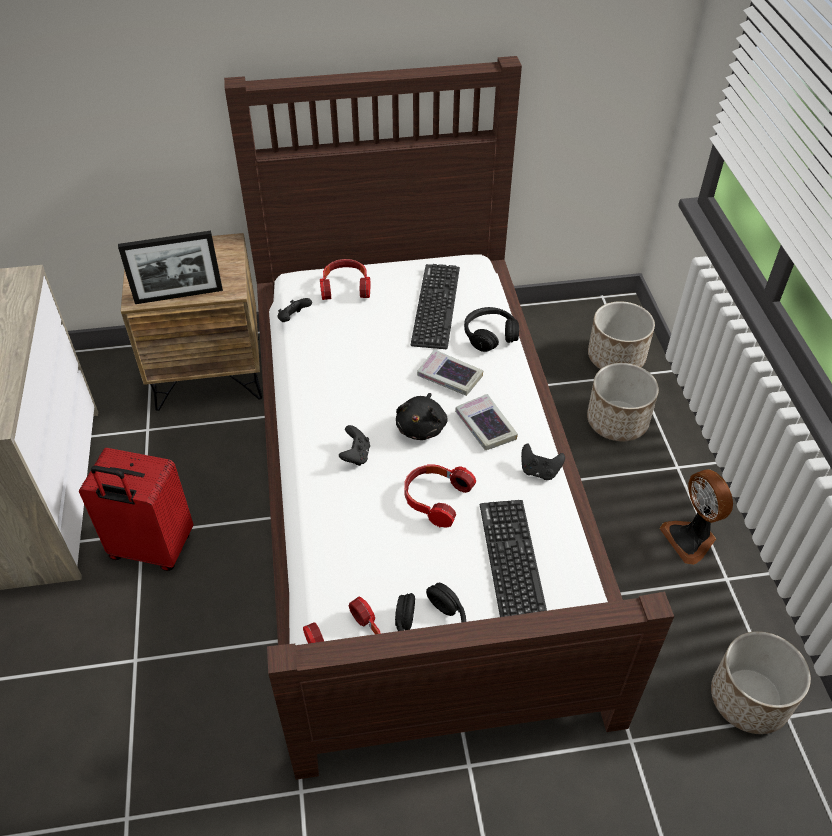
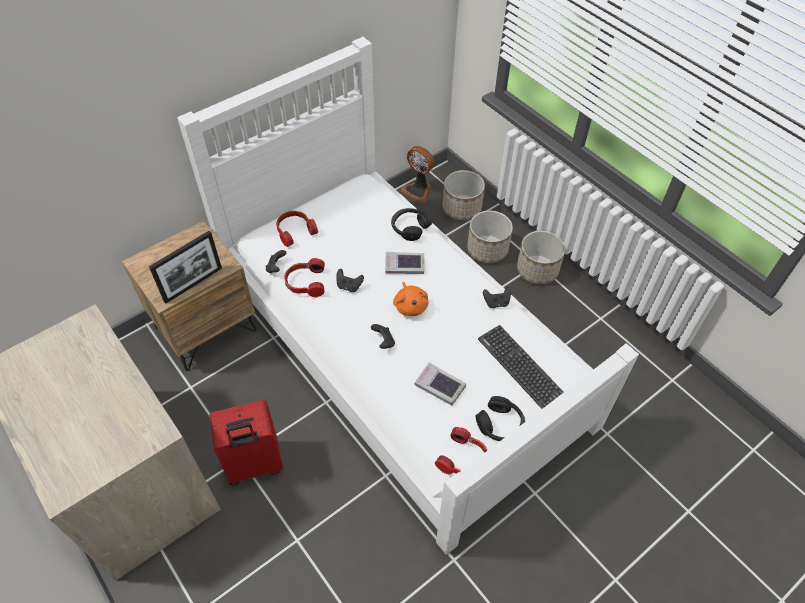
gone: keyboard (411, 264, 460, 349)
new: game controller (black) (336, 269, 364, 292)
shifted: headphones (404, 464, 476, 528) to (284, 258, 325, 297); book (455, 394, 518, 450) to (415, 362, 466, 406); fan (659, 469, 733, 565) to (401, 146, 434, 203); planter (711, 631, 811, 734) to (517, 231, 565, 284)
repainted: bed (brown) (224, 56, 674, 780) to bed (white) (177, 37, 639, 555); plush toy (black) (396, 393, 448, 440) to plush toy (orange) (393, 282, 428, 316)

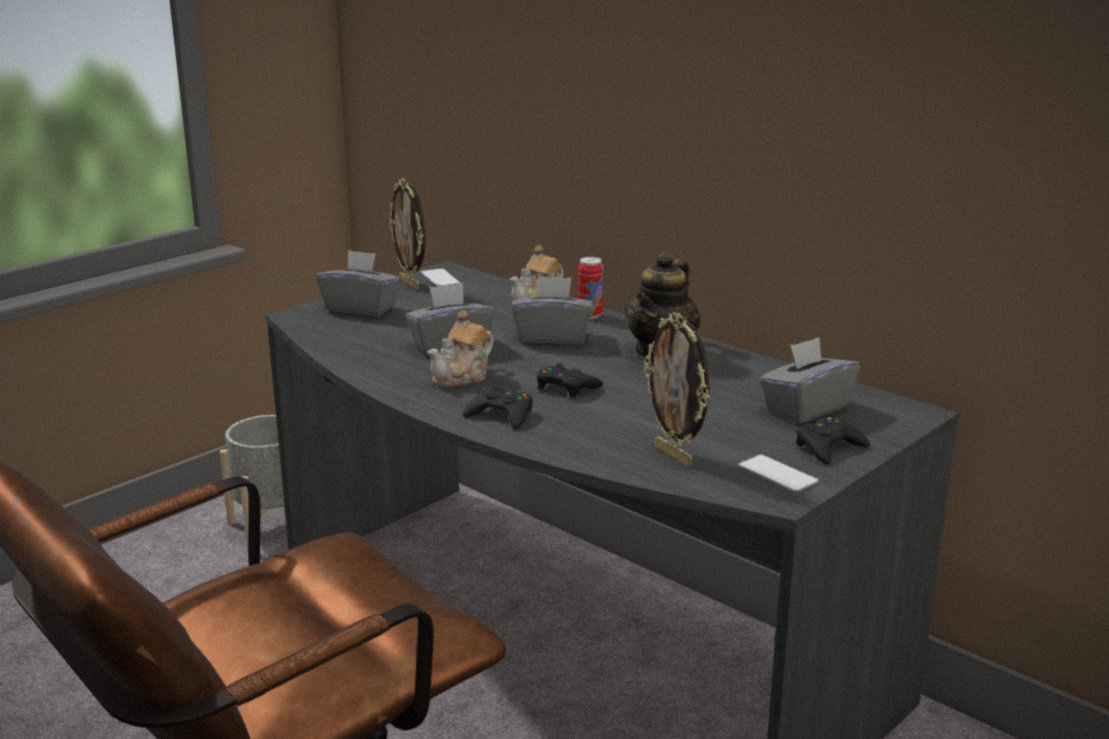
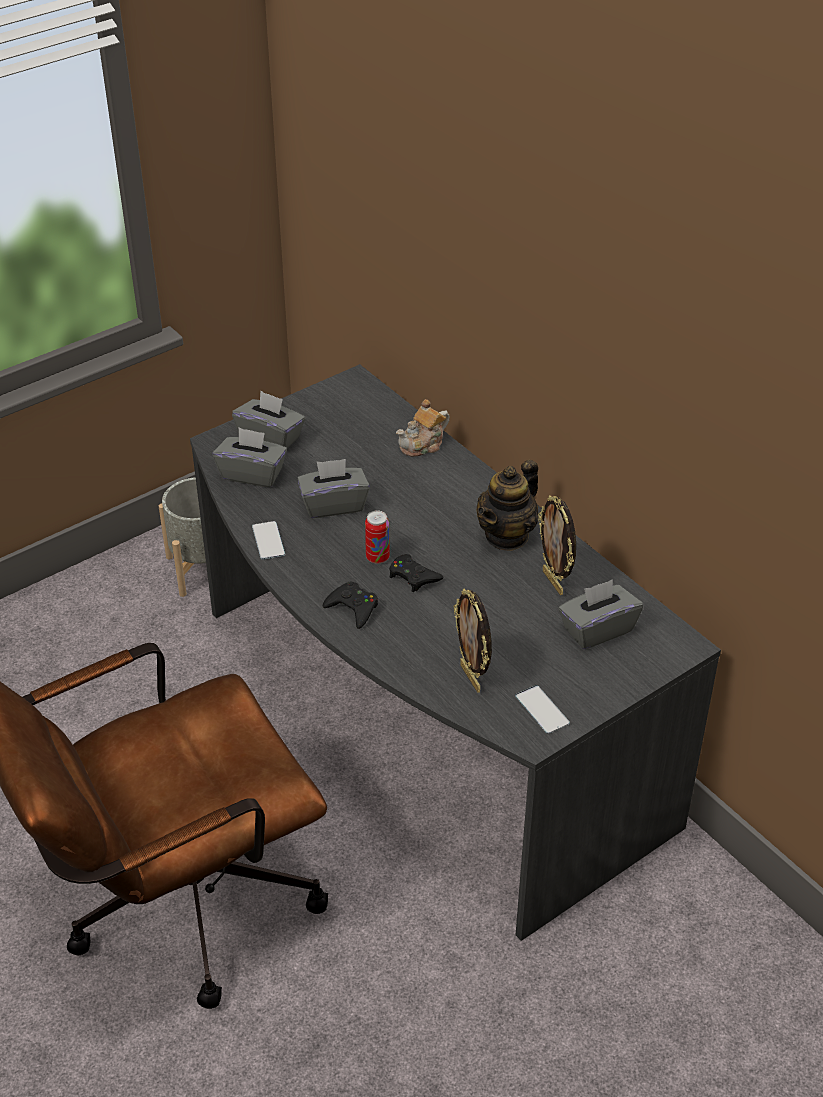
gone: teapot (427, 310, 493, 387); game controller (black) (796, 417, 870, 465)
shifted: picture frame (389, 178, 426, 290) to (538, 495, 576, 595); phone (421, 268, 460, 287) to (252, 521, 285, 560); tissue box (grey) (511, 276, 594, 344) to (213, 427, 287, 487); can (577, 257, 604, 319) to (365, 510, 390, 564)

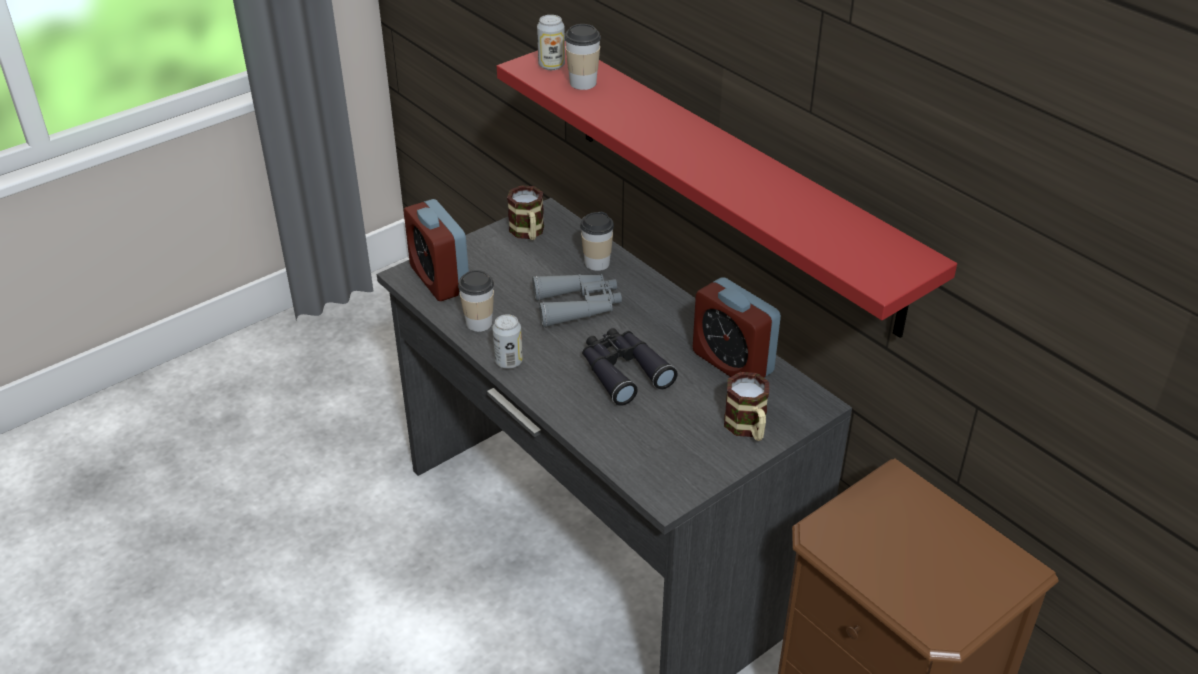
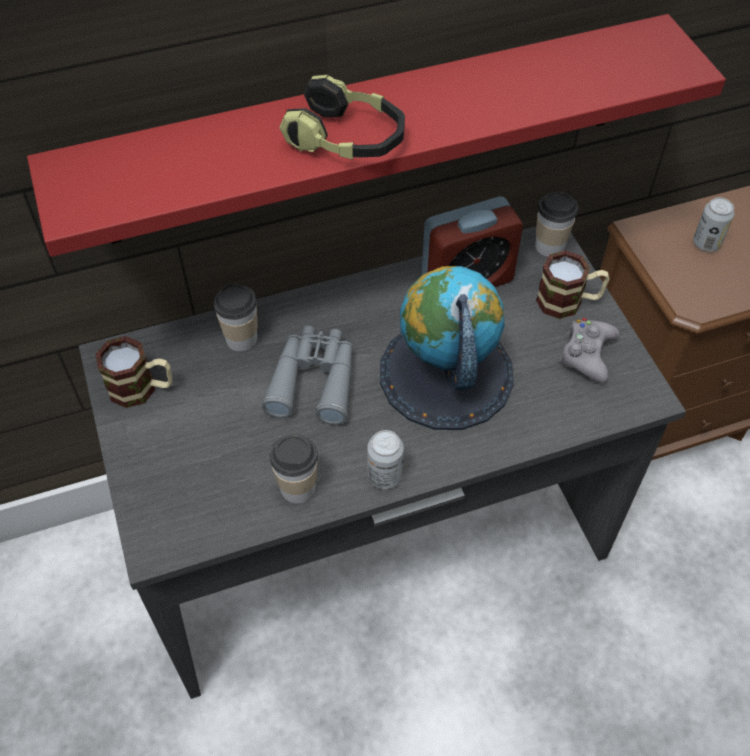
gone: alarm clock (404, 199, 469, 301)
new: headphones (279, 75, 405, 159); game controller (grey) (559, 318, 619, 383)
shifted: can (537, 15, 565, 70) to (693, 197, 734, 252); cup (564, 24, 601, 90) to (535, 192, 578, 257)
swapped: binoculars (black) (582, 328, 678, 406) to globe (380, 266, 514, 430)

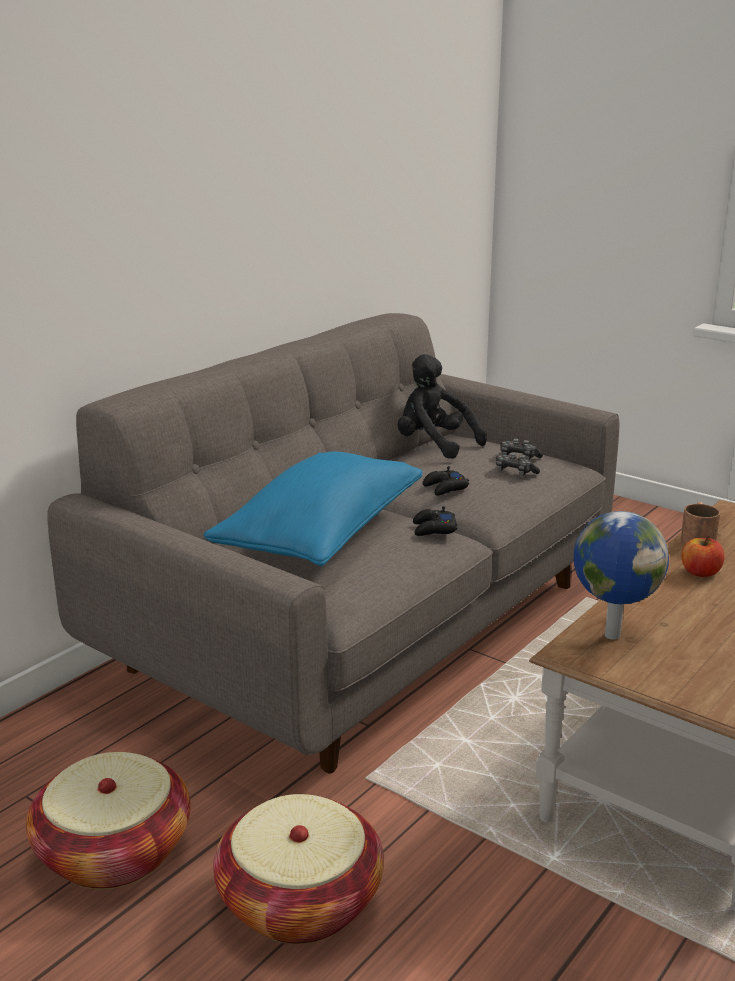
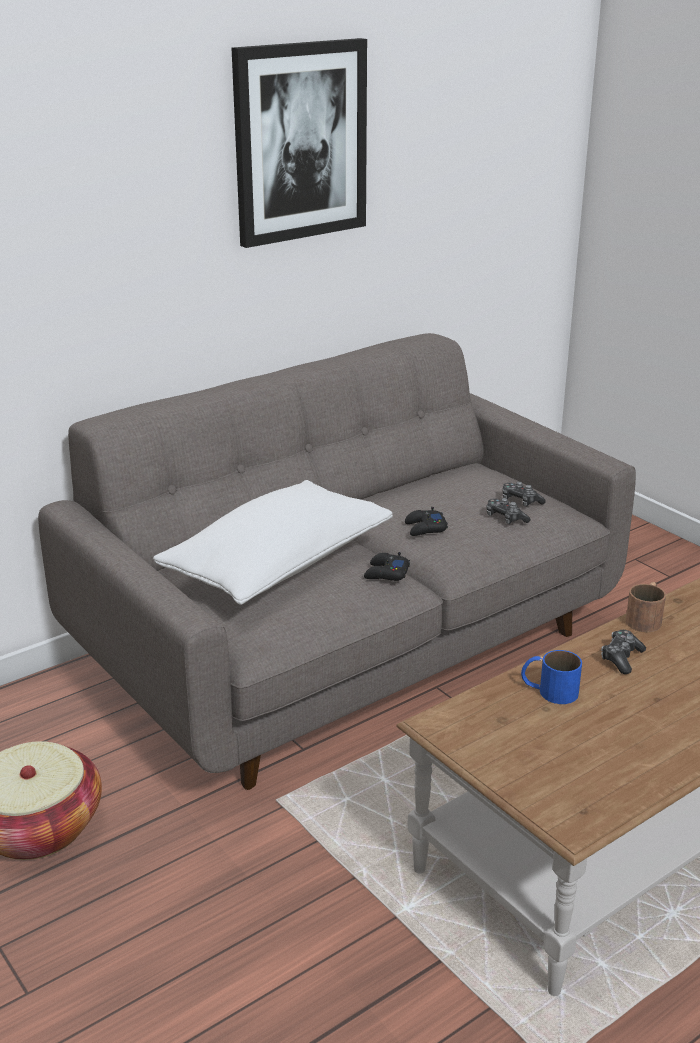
gone: basket (213, 794, 384, 944); plush toy (black) (398, 354, 487, 459); globe (574, 511, 669, 640)
new: picture (232, 38, 367, 248); mug (blue) (521, 650, 582, 704)
swapped: apple (682, 536, 724, 577) to game controller (601, 630, 646, 674)
repainted: pillow (blue) (204, 452, 423, 566) to pillow (white) (153, 480, 393, 605)

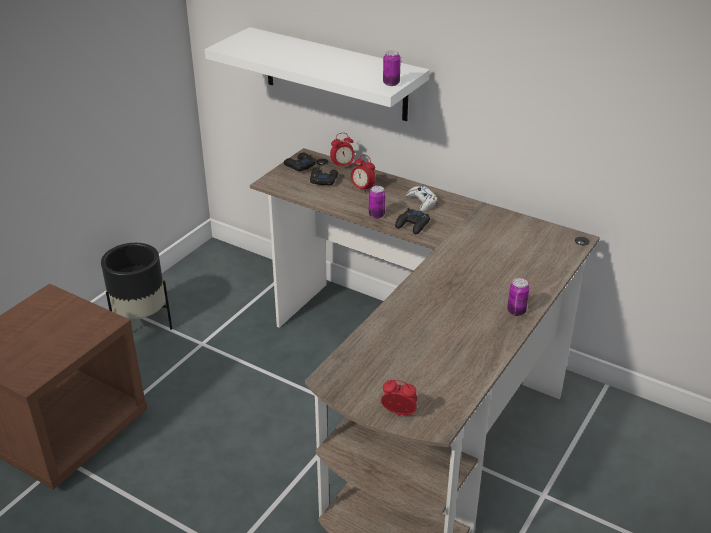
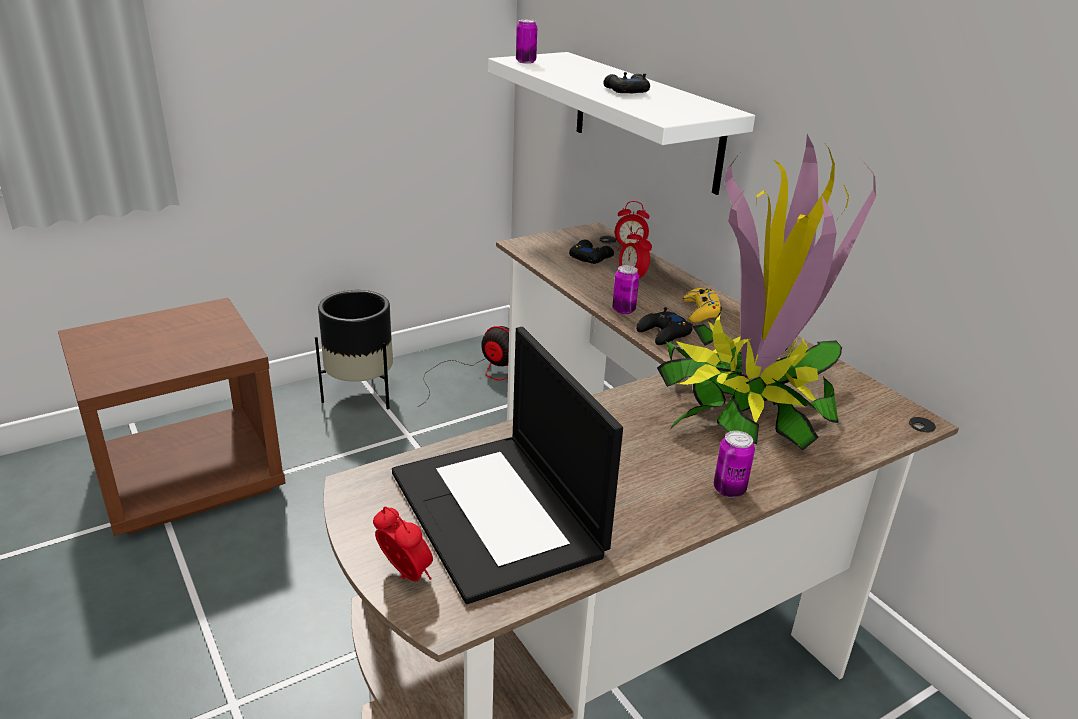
new: laptop (392, 327, 623, 604); fan (418, 326, 509, 407); potted plant (657, 134, 876, 451)
shifted: game controller (black) (284, 153, 316, 171) to (603, 72, 650, 93); can (383, 50, 401, 86) to (516, 19, 537, 64)
repainted: game controller (white) (406, 186, 438, 212) to game controller (yellow) (683, 288, 722, 323)

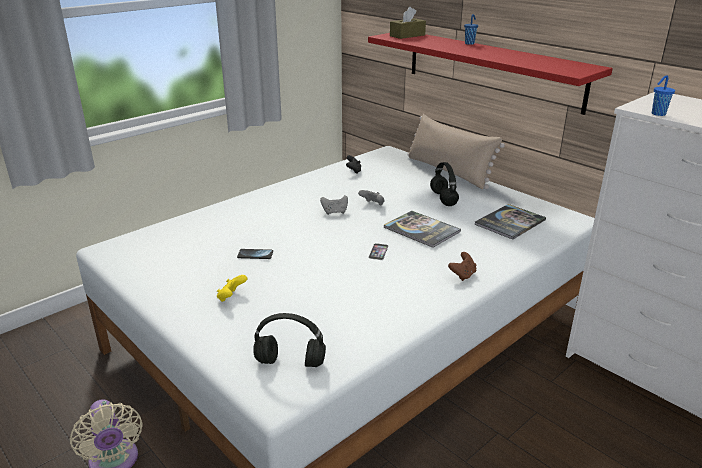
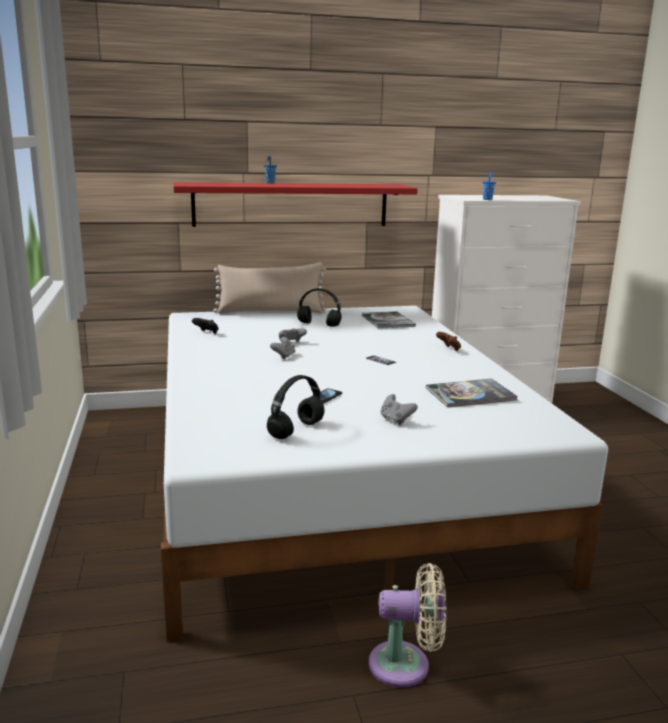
gone: tissue box (brown) (390, 7, 426, 39)
shifted: headphones (black) (253, 313, 326, 367) to (267, 375, 325, 439); book (383, 211, 461, 248) to (426, 379, 518, 407)
repainted: game controller (yellow) (217, 275, 247, 302) to game controller (grey) (381, 394, 418, 425)

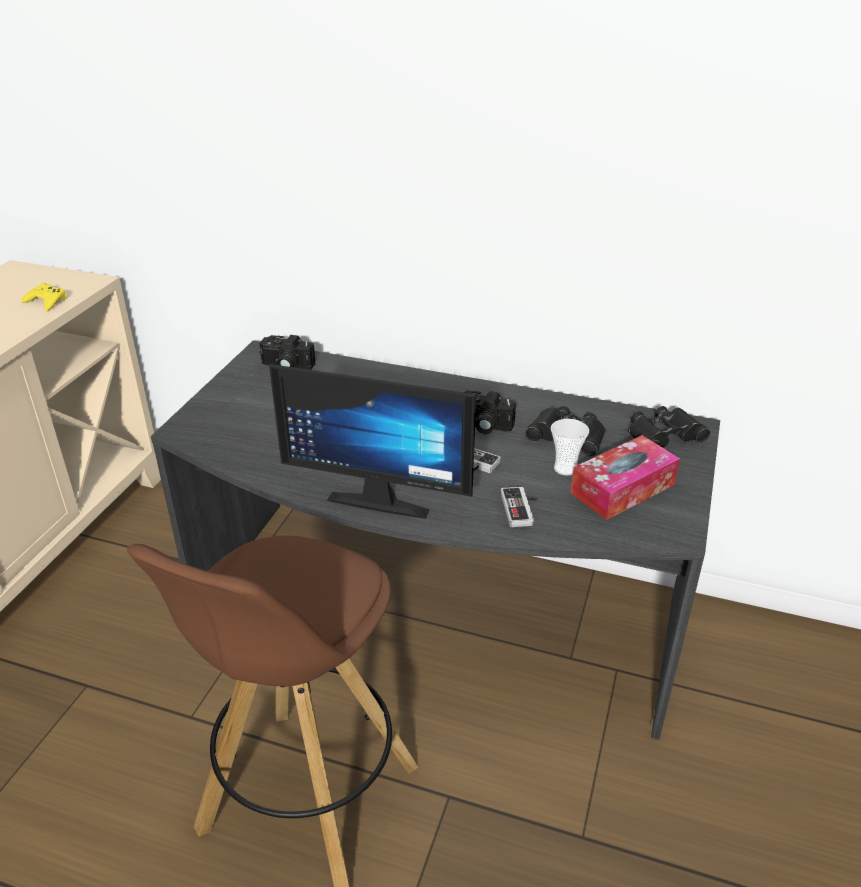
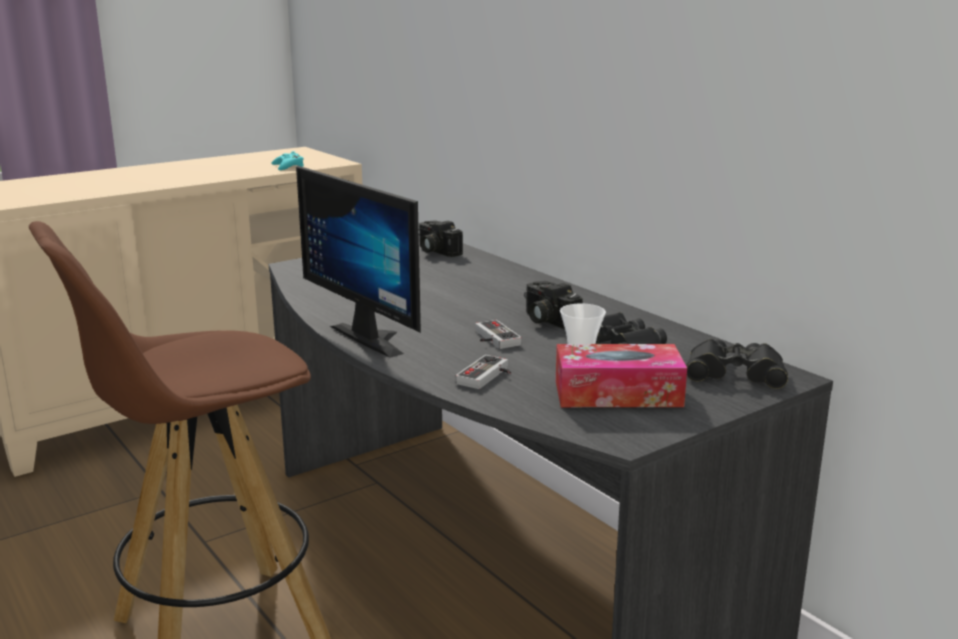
repainted: game controller (yellow) (21, 282, 67, 311) to game controller (turquoise) (271, 151, 304, 170)

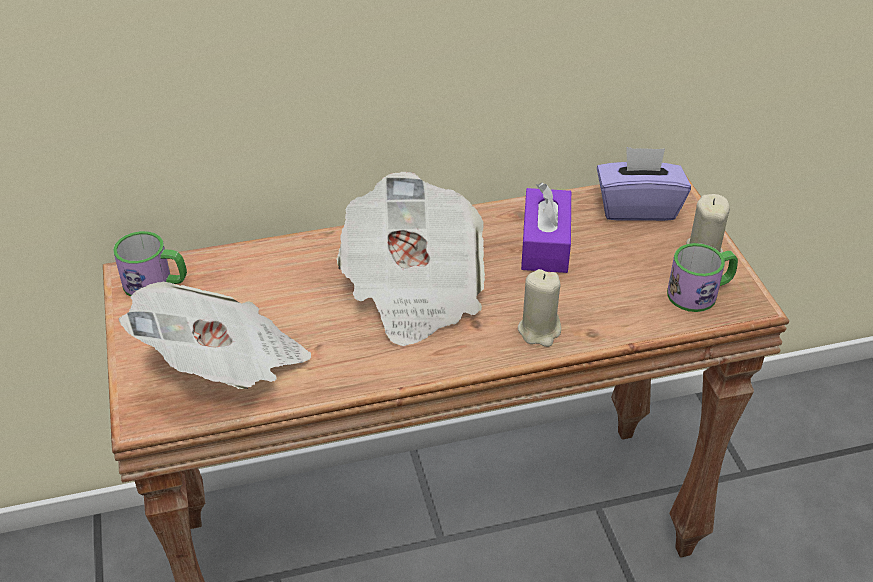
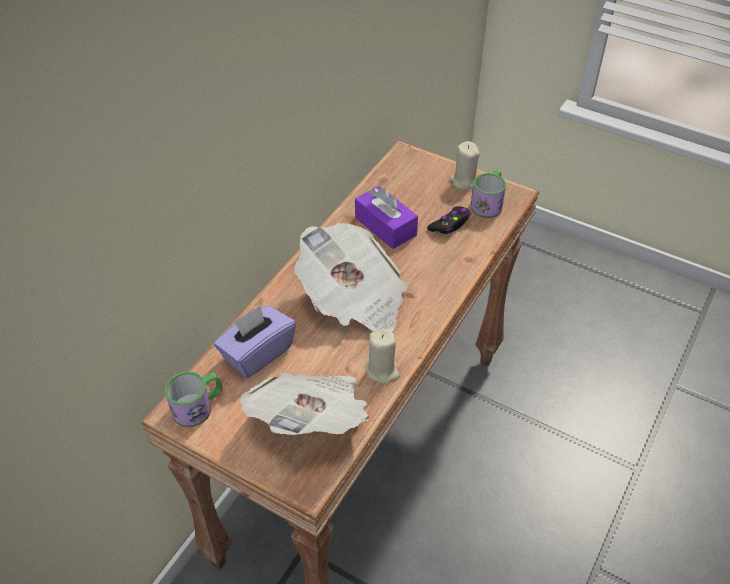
new: game controller (black) (427, 206, 471, 234)
shifted: candle (beige) (518, 269, 561, 347) to (366, 328, 400, 384); tissue box (purple) (597, 147, 691, 221) to (214, 305, 296, 378)

